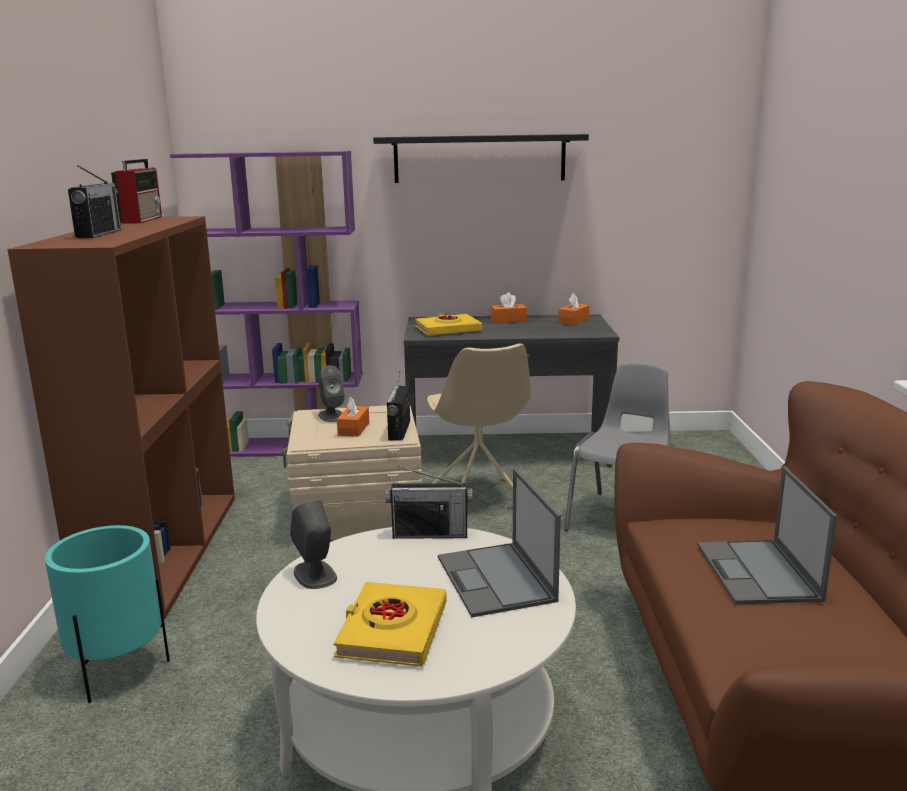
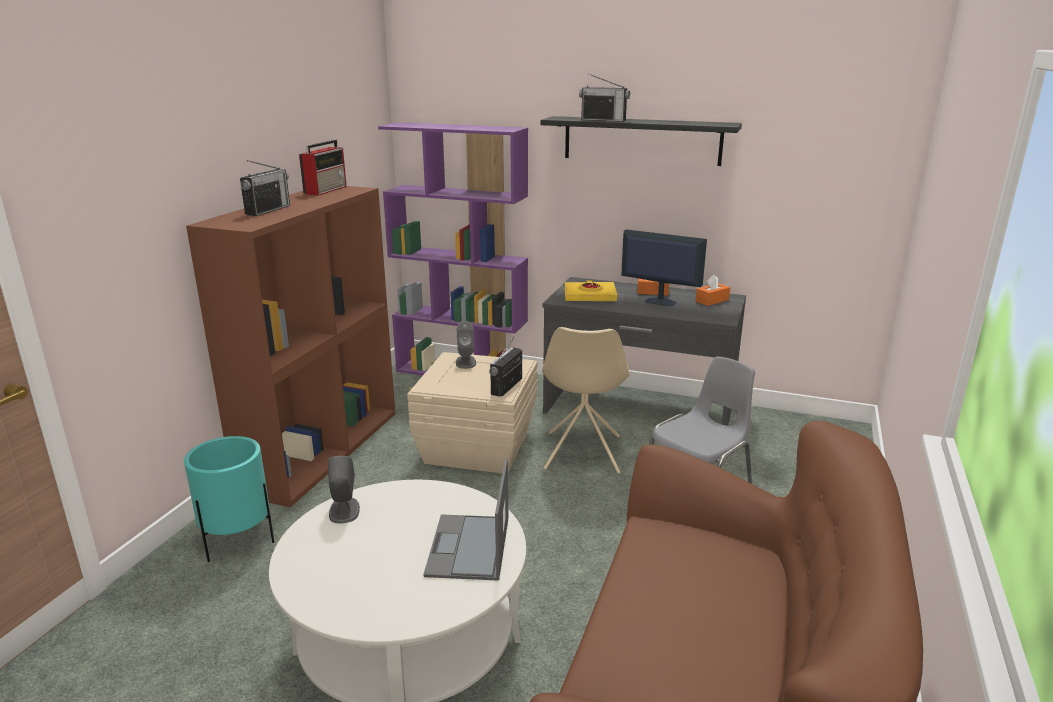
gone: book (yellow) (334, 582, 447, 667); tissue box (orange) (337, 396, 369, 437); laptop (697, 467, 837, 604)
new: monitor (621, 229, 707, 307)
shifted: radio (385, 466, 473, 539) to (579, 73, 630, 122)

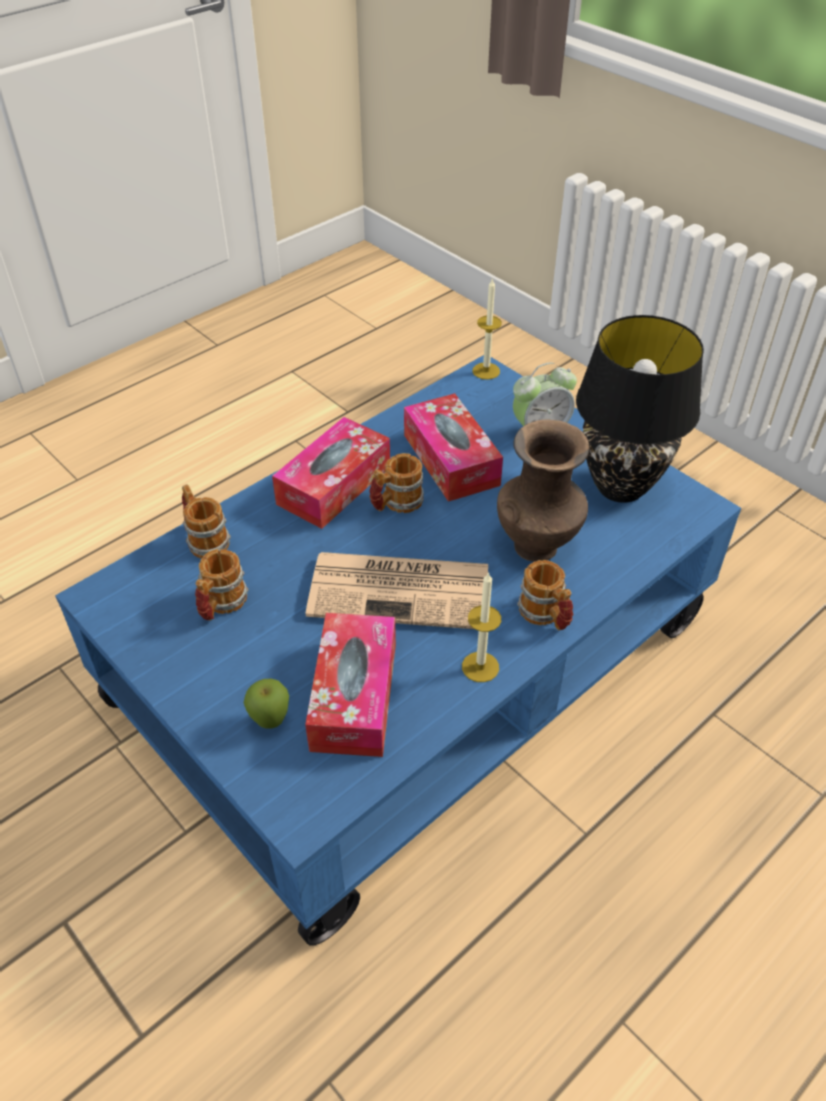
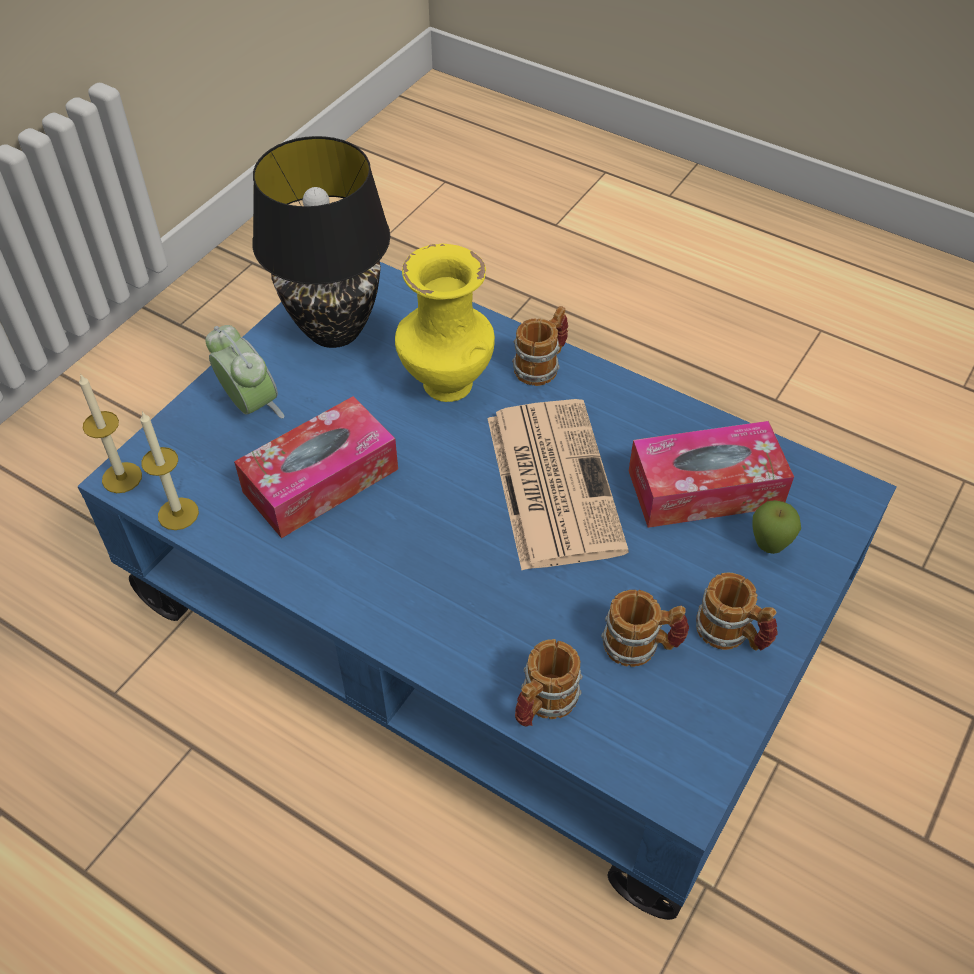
gone: tissue box (272, 417, 390, 529)
shifted: mug (369, 453, 424, 513) to (696, 572, 777, 650); candle (462, 572, 501, 682) to (140, 411, 199, 530)
repainted: vase (brown) (497, 420, 590, 562) to vase (yellow) (395, 244, 495, 402)

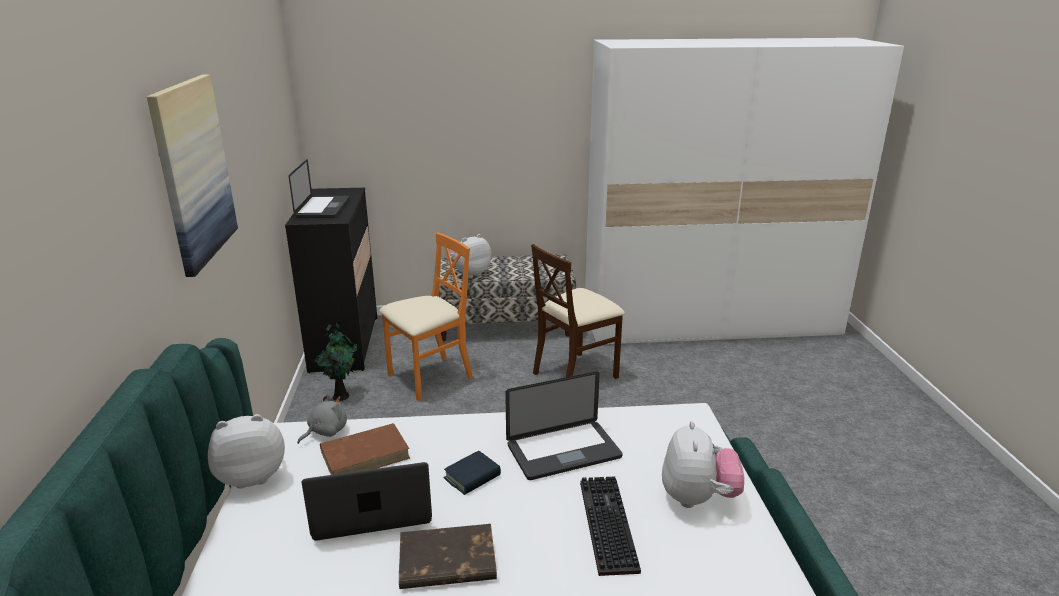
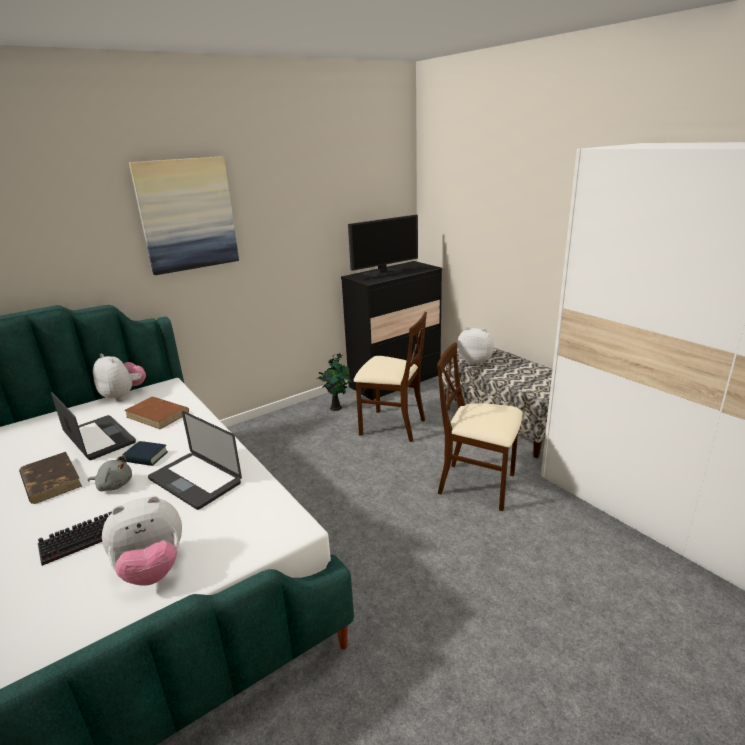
shifted: plush toy (grey) (298, 394, 347, 444) to (88, 455, 132, 491)
swapped: laptop (289, 159, 349, 218) to monitor (348, 215, 418, 278)
repainted: chair (orange) (379, 233, 473, 402) to chair (beige) (354, 312, 427, 442)

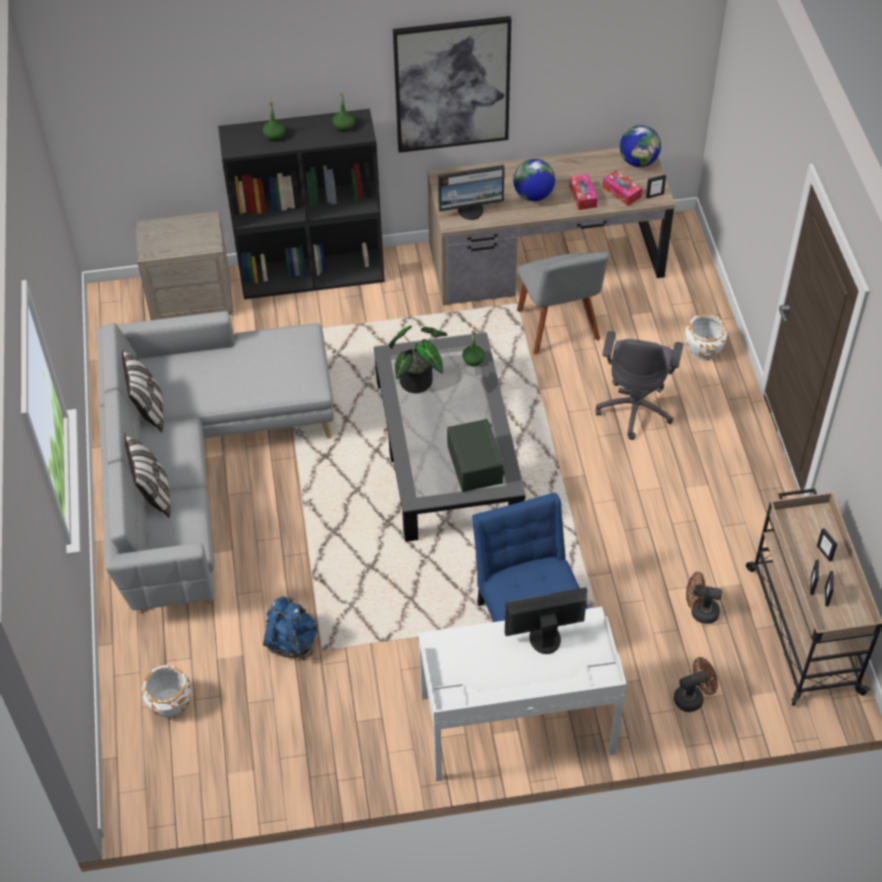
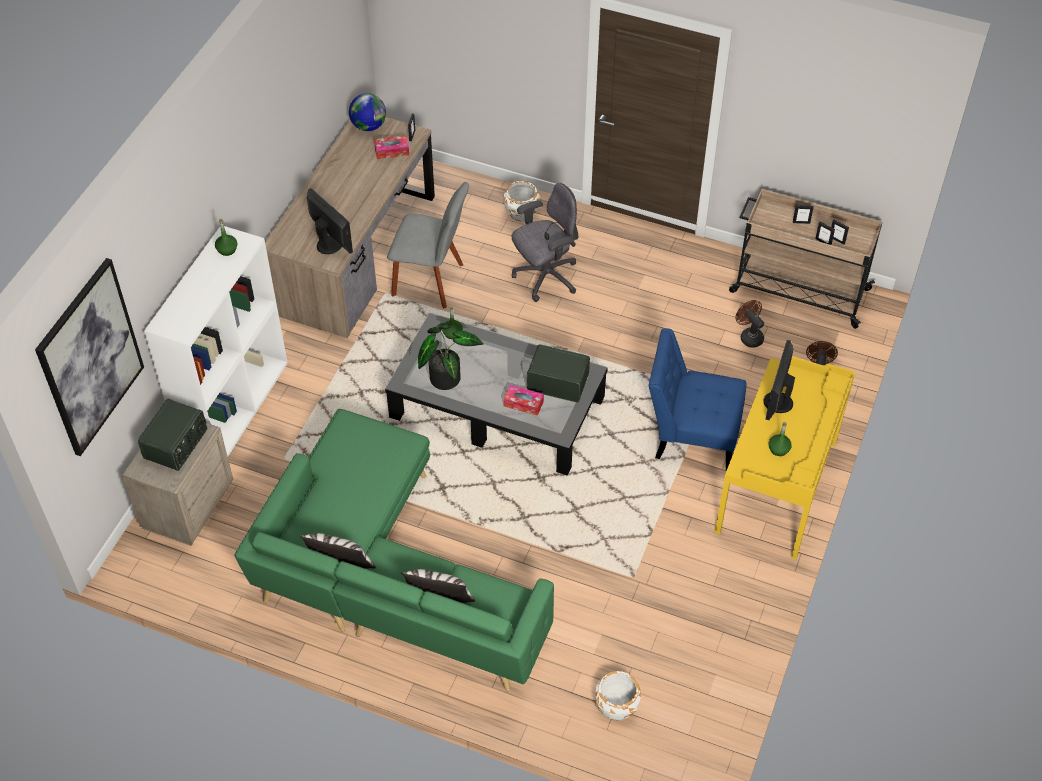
gone: backpack (blue) (263, 596, 317, 660); globe (513, 159, 555, 201)
new: radio (138, 399, 207, 471)
shifted: bottle (green) (263, 101, 285, 141) to (768, 422, 792, 456); picture (393, 16, 511, 153) to (35, 258, 144, 456); tissue box (569, 174, 598, 210) to (504, 385, 544, 416)
repainted: sofa (grey) (97, 311, 334, 613) to sofa (green) (235, 409, 554, 692); bookcase (black) (218, 109, 385, 299) to bookcase (white) (144, 226, 288, 456); desk (white) (418, 607, 627, 781) to desk (yellow) (715, 356, 855, 559)
rotated: monitor (438, 165, 505, 220) = (307, 188, 353, 254) 60 degrees counterclockwise; office chair (grey) (595, 331, 683, 440) = (512, 183, 578, 302) 75 degrees counterclockwise; fan (brown) (686, 572, 722, 624) = (736, 300, 764, 348) 105 degrees clockwise

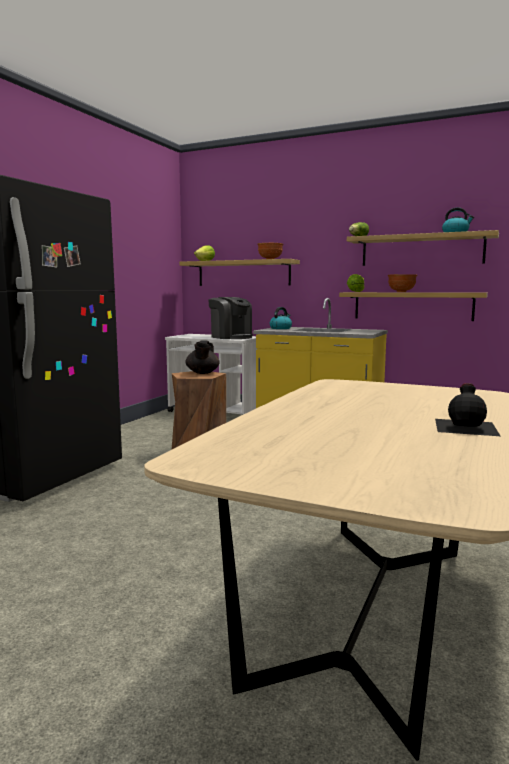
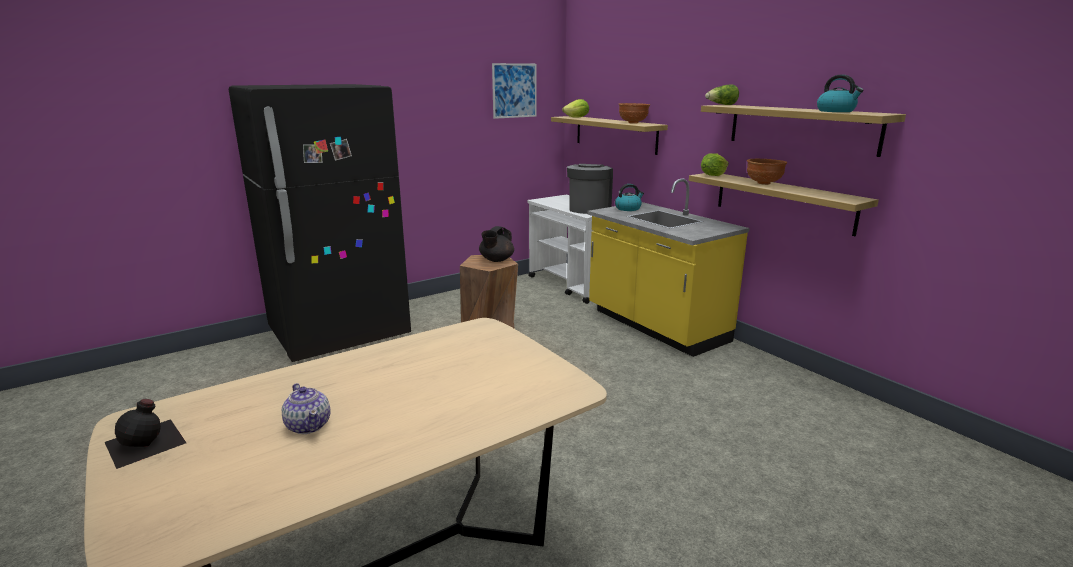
new: teapot (282, 383, 331, 434); picture (492, 63, 537, 119)
shifted: bottle (black) (435, 383, 500, 436) to (105, 399, 186, 469)
rotated: coffee machine (208, 297, 253, 339) = (567, 164, 613, 214) 150 degrees counterclockwise

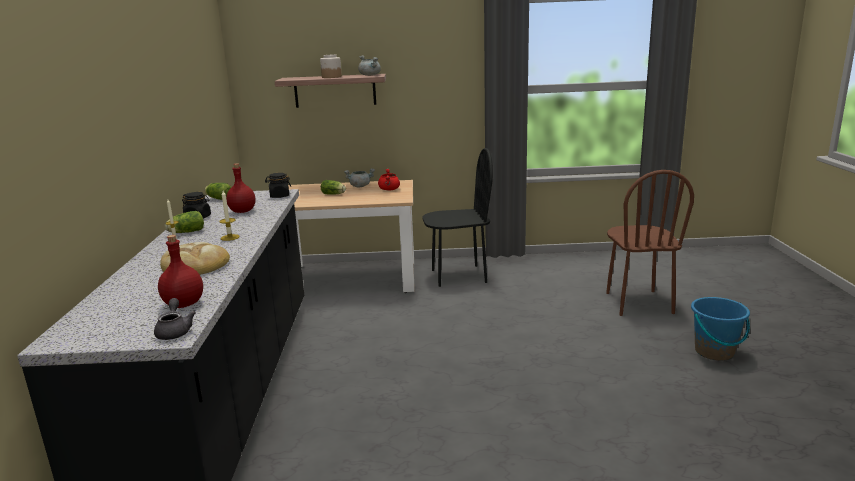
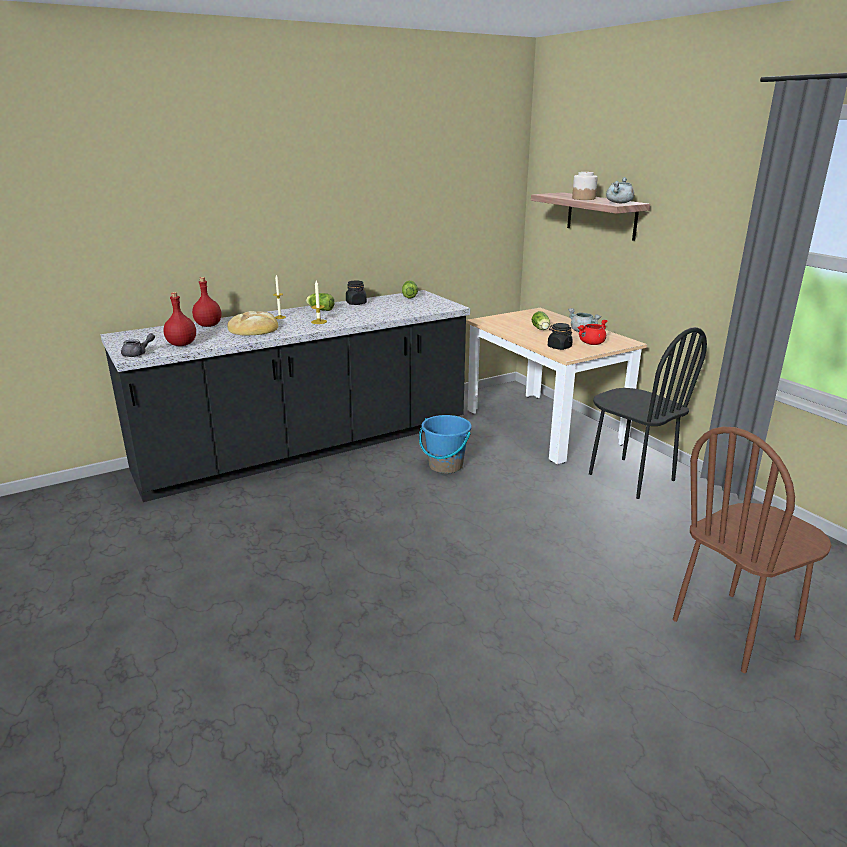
shifted: bottle (red) (226, 163, 255, 213) to (192, 277, 221, 327); jar (black) (265, 173, 291, 198) to (548, 323, 573, 350); bucket (blue) (691, 297, 750, 361) to (419, 415, 472, 474)

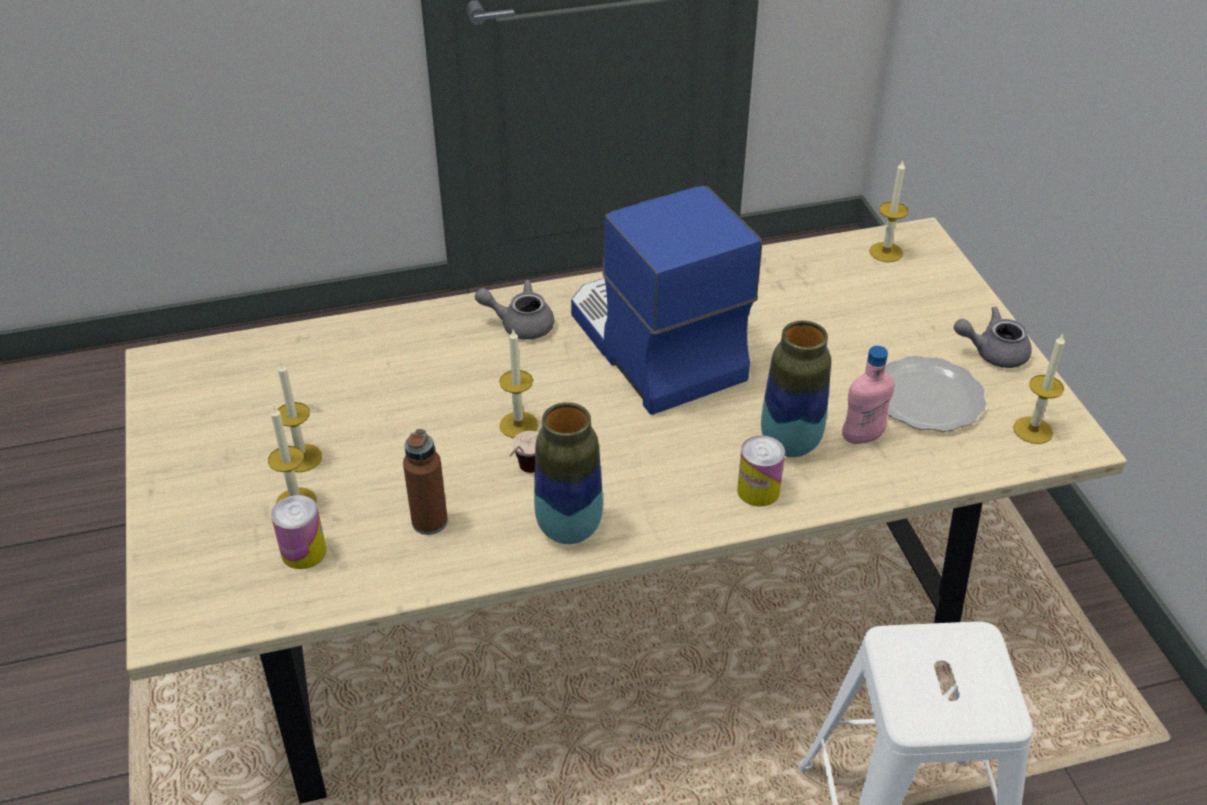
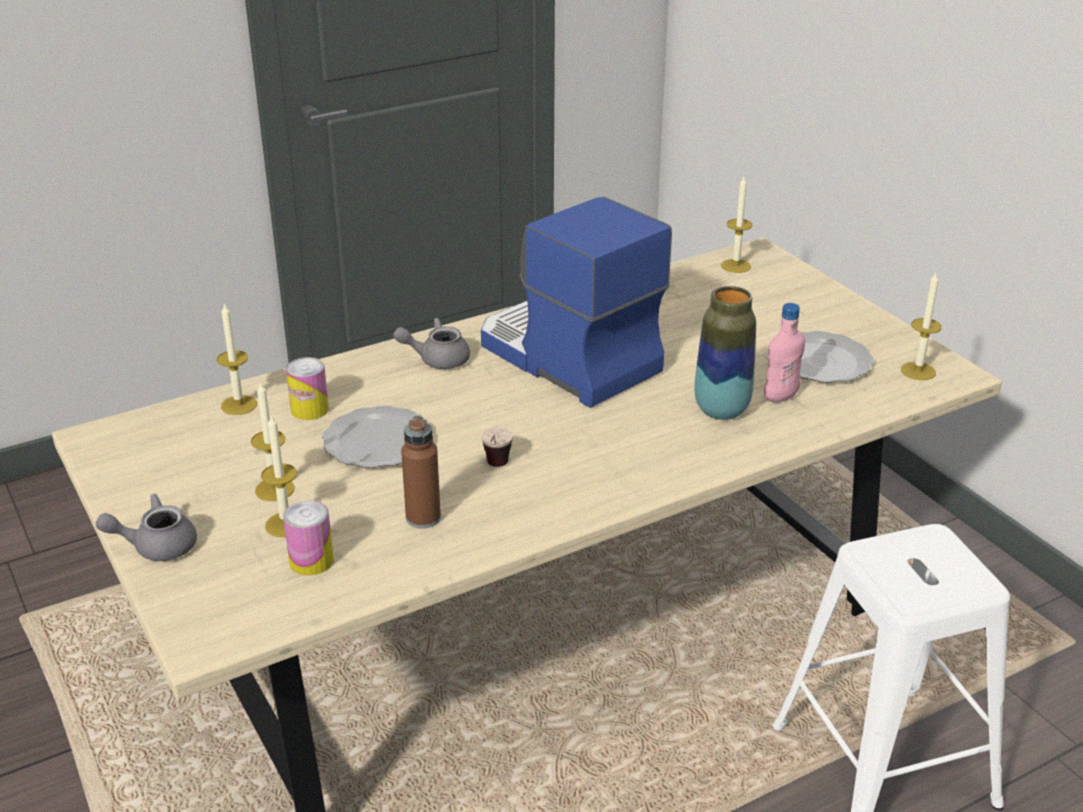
gone: vase (534, 402, 603, 544)
new: plate (322, 406, 433, 468)
shifted: candle (499, 330, 538, 438) to (217, 303, 257, 415); can (737, 435, 785, 507) to (286, 357, 329, 420); teapot (grey) (954, 307, 1032, 368) to (96, 494, 197, 561)

